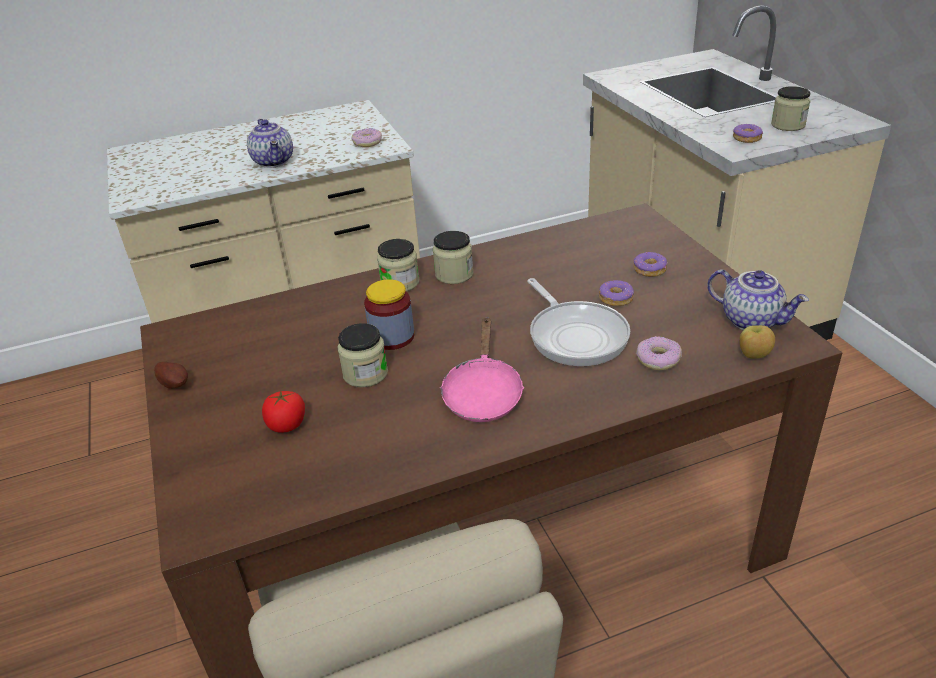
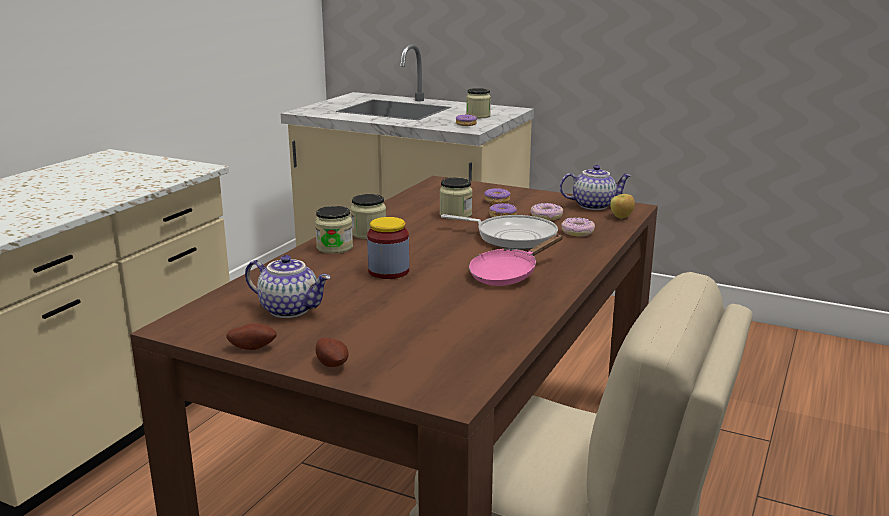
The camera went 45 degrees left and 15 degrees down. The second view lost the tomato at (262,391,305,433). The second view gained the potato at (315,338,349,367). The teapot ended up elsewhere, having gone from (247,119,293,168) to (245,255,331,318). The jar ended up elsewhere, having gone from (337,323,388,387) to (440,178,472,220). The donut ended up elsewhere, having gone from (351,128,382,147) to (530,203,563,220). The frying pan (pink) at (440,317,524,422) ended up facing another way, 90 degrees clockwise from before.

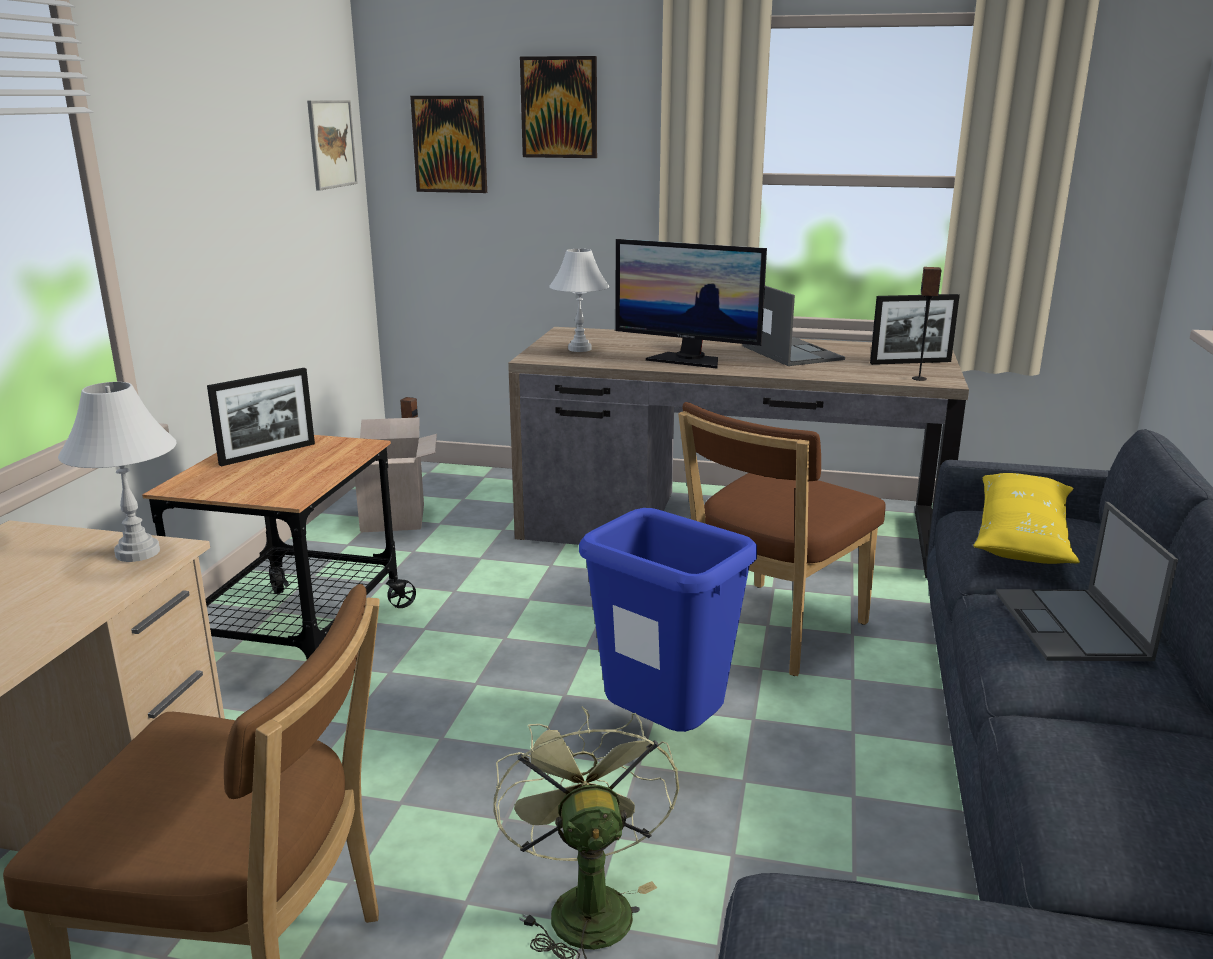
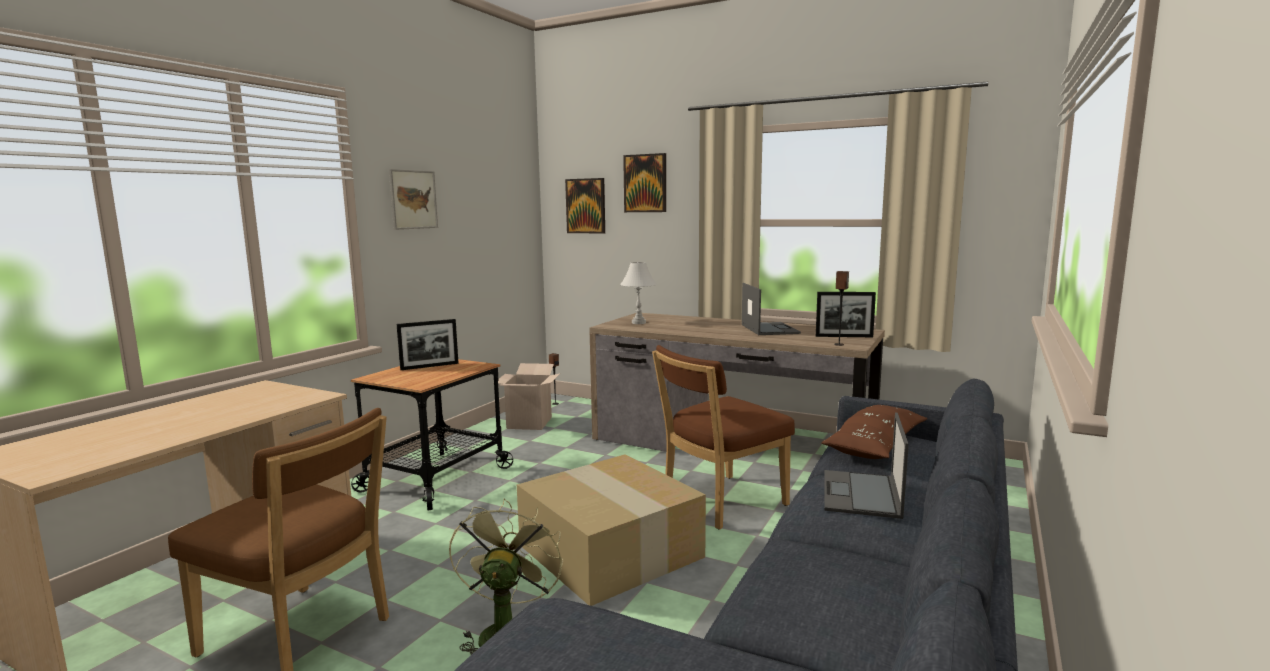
The camera went 15 degrees right and 10 degrees down. The second view lost the table lamp (white) at (58,382,177,562). The second view lost the monitor at (615,239,767,368). The picture ended up elsewhere, having gone from (307,100,358,191) to (389,169,438,230). Where the trash can (blue) stood at (579,508,757,735), the cardboard box came to stand at (517,454,706,606). What was the pillow (yellow) at (973,473,1080,564) turned into the pillow (brown) at (821,405,928,459).

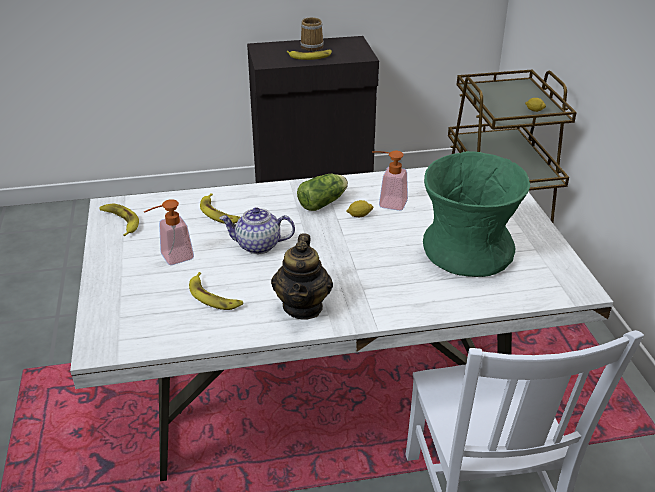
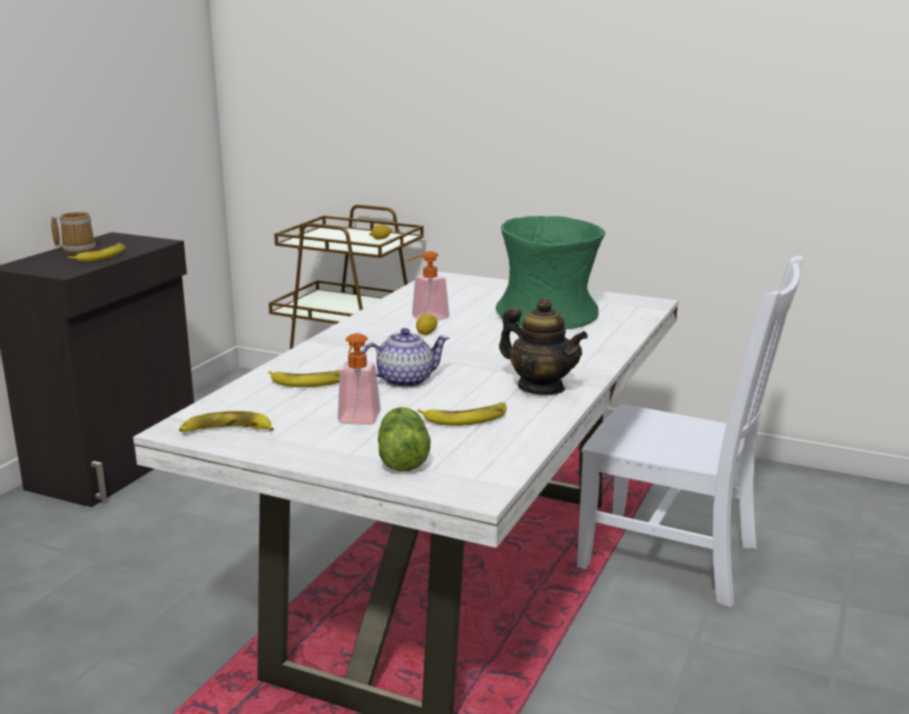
The camera went 55 degrees left and 15 degrees down. The lettuce ended up elsewhere, having gone from (297,174,348,211) to (378,407,431,472). The teapot at (219,207,295,254) ended up facing another way, 150 degrees counterclockwise from before.

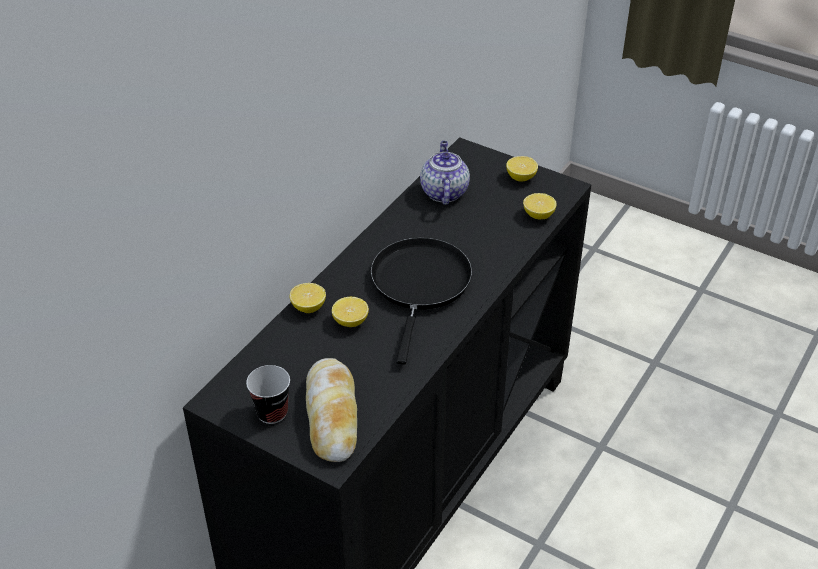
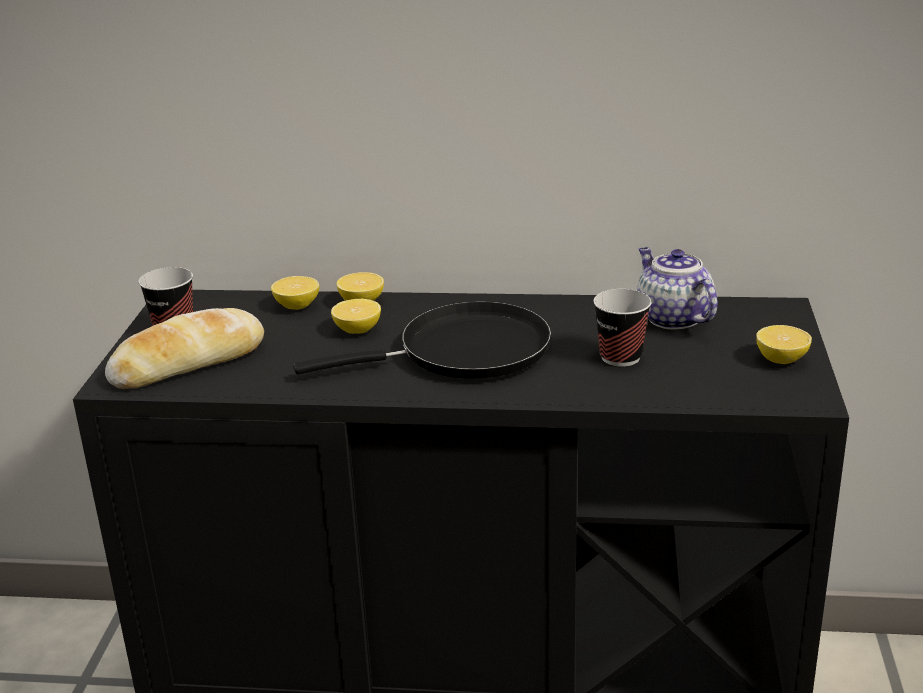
The camera went 65 degrees right and 15 degrees down. The second view gained the cup at (593,289,651,367). The lemon ended up elsewhere, having gone from (523,193,557,219) to (271,276,319,310). The teapot at (420,141,470,205) ended up facing another way, 90 degrees counterclockwise from before.

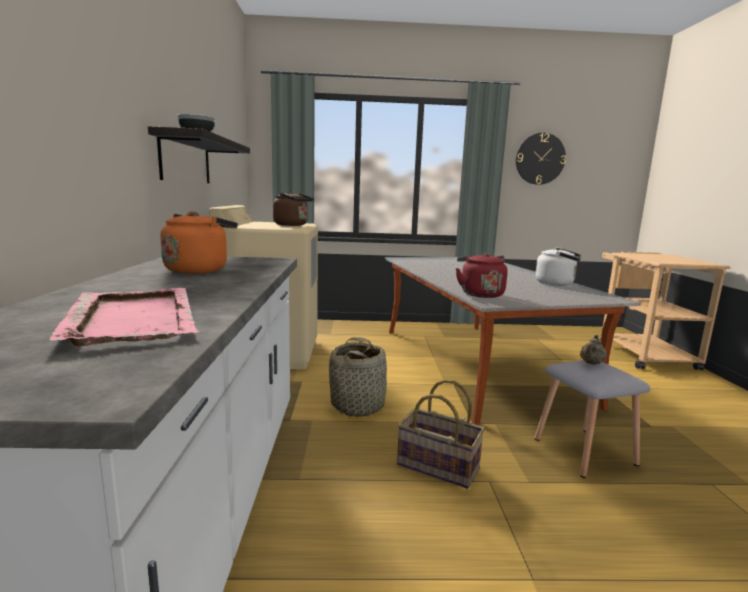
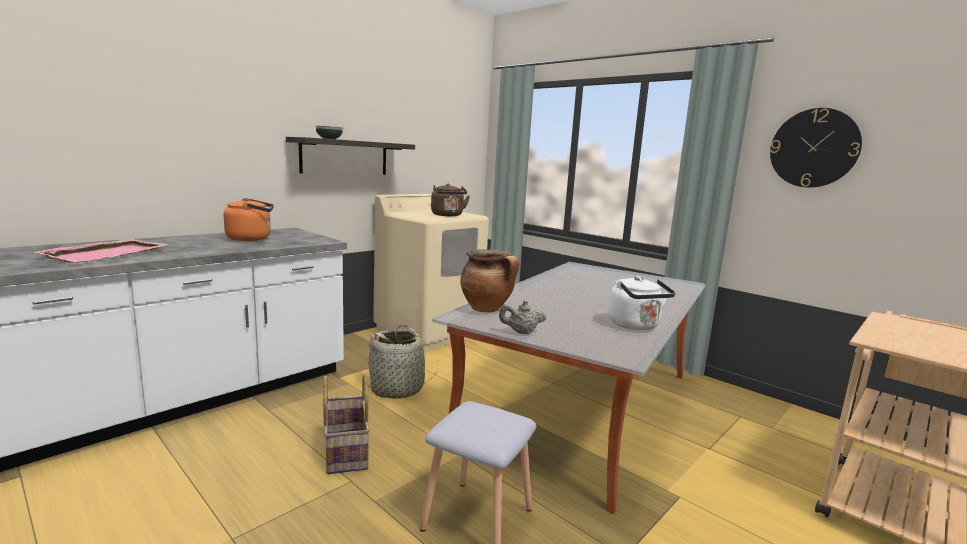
The camera went 45 degrees right and 0 degrees up. The teapot (beige) ended up elsewhere, having gone from (580,335,606,365) to (499,300,547,334). Where the kettle (red) stood at (456,253,508,298), the cooking pot came to stand at (460,249,519,313).

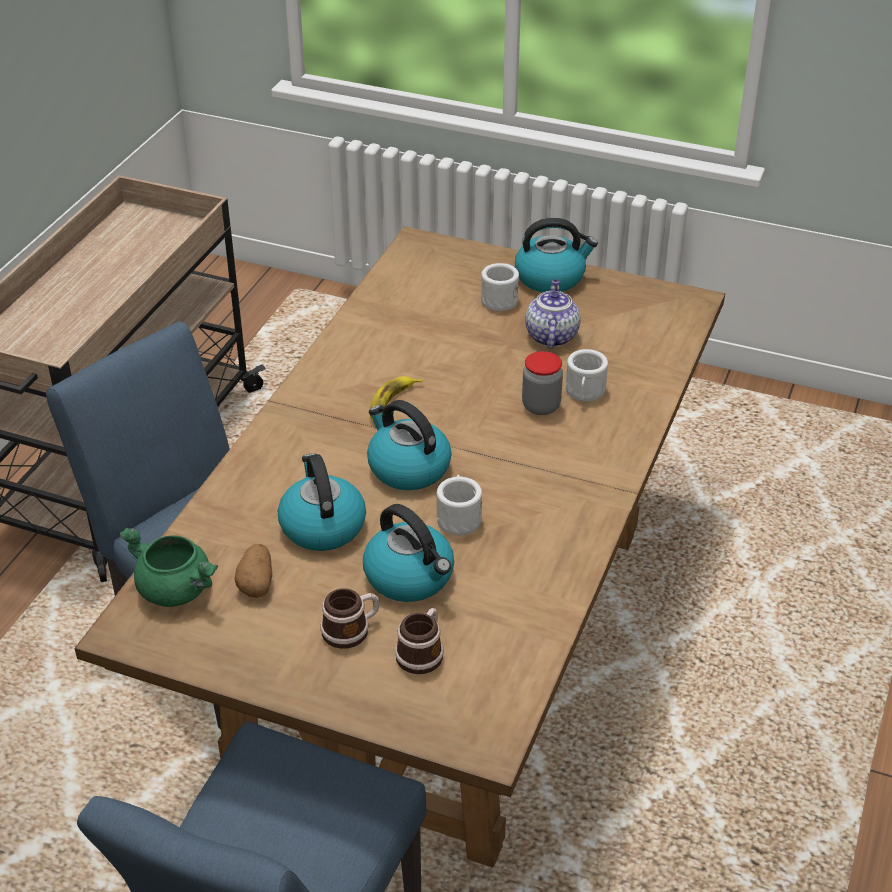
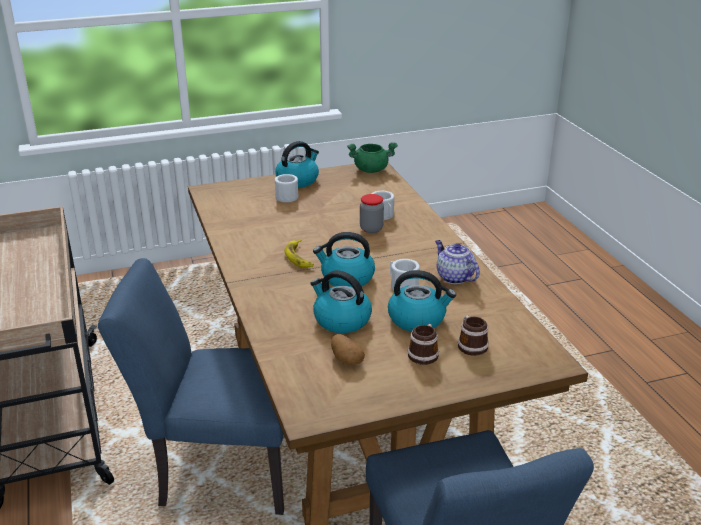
The camera went 40 degrees left and 10 degrees down. The cooking pot (green) ended up elsewhere, having gone from (120,528,218,607) to (347,142,398,173). The teapot ended up elsewhere, having gone from (525,279,580,348) to (435,240,480,284).

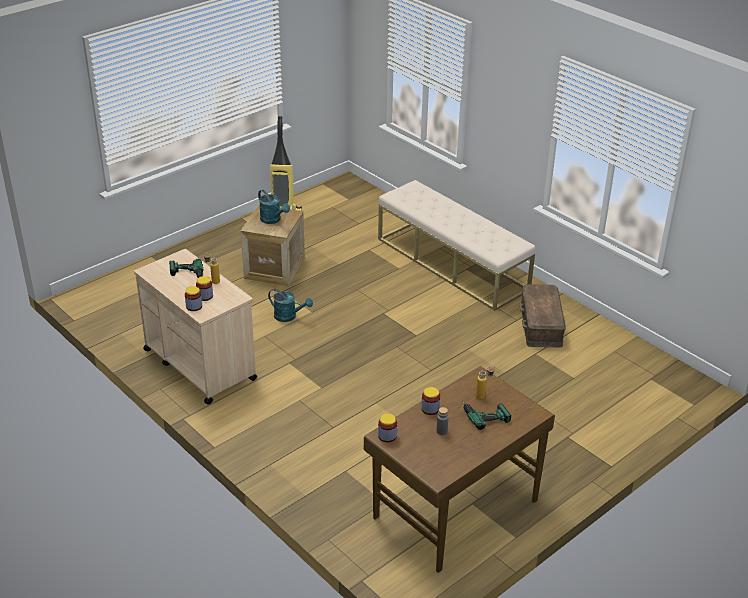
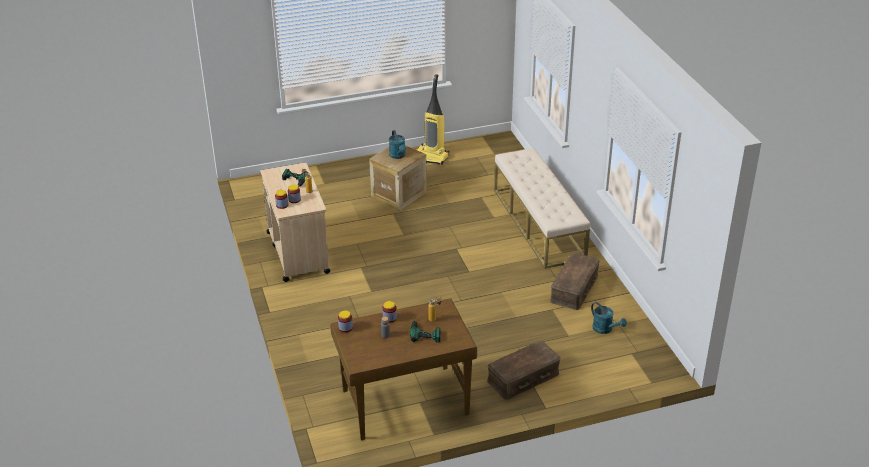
The camera went 25 degrees right and 0 degrees up. The second view gained the storage box (brown) at (487,341,561,400). The watering can (turquoise) ended up elsewhere, having gone from (268,289,313,322) to (591,302,627,334).

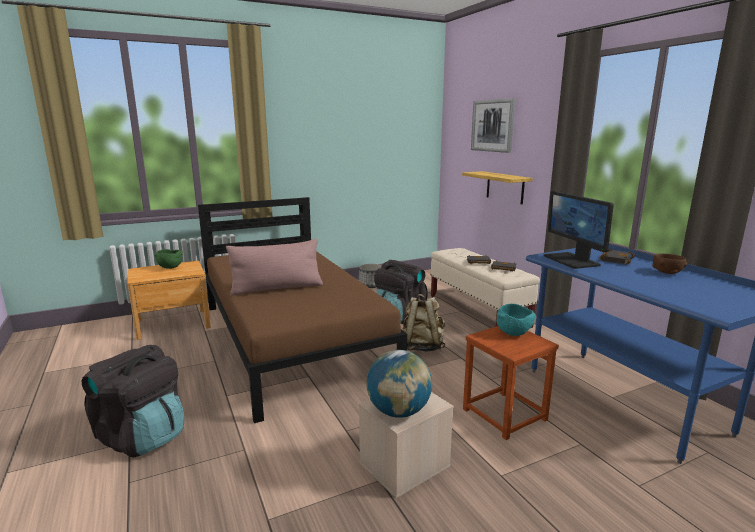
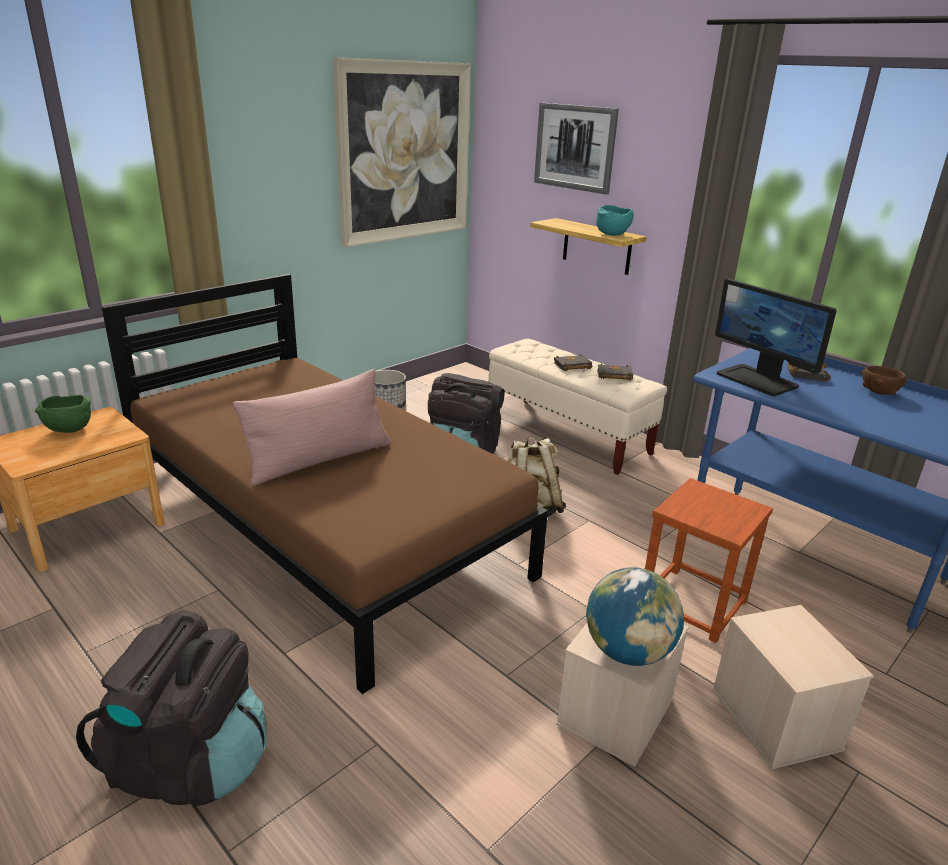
The camera went 20 degrees left and 10 degrees up. The second view gained the picture at (333,57,471,248). The second view gained the storage box (beige) at (713,605,874,769). The bowl (turquoise) ended up elsewhere, having gone from (497,304,536,336) to (596,205,634,236).

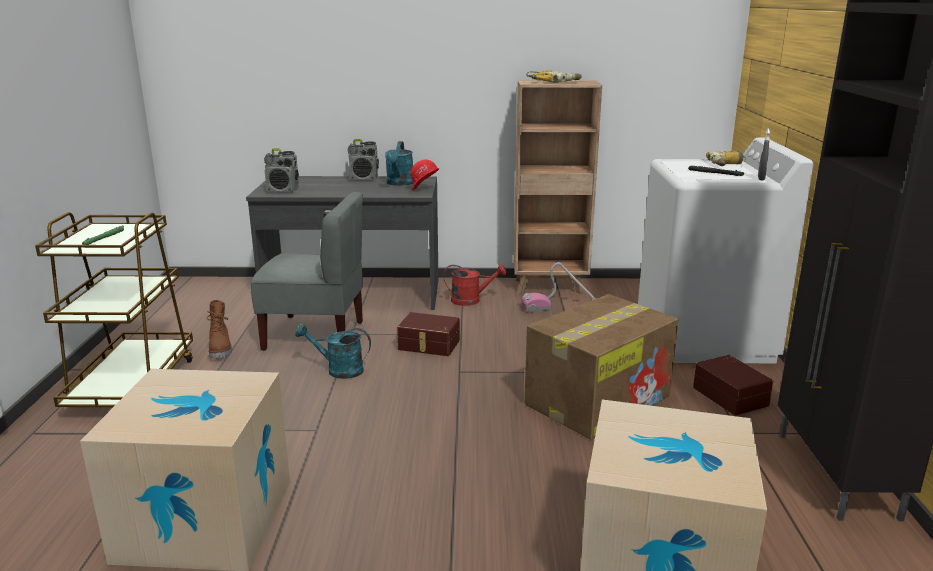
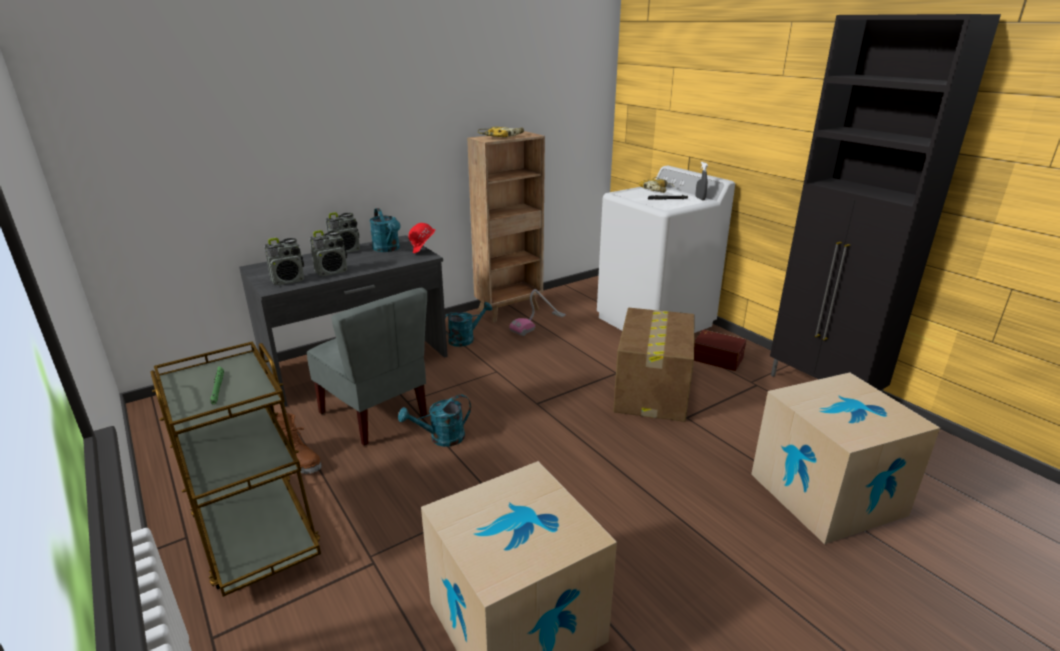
The camera went 35 degrees left and 5 degrees up. The second view lost the storage box (brown) at (397,312,460,356). The second view gained the radio at (309,230,347,276). What was the watering can (red) at (443,264,506,306) turned into the watering can (turquoise) at (445,302,492,347). The chair (grey) at (251,192,363,351) ended up facing another way, 75 degrees clockwise from before.

